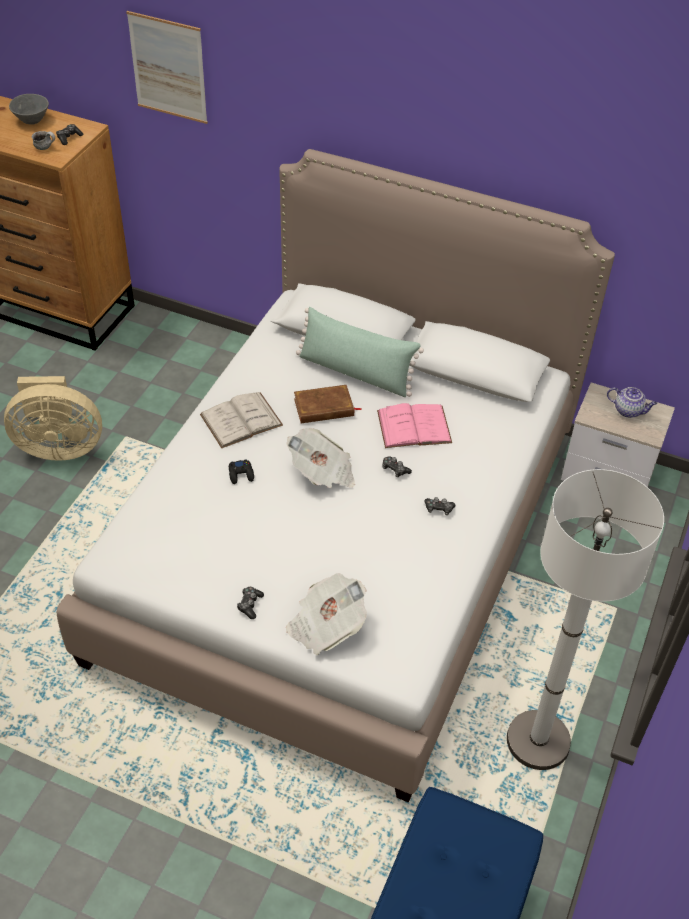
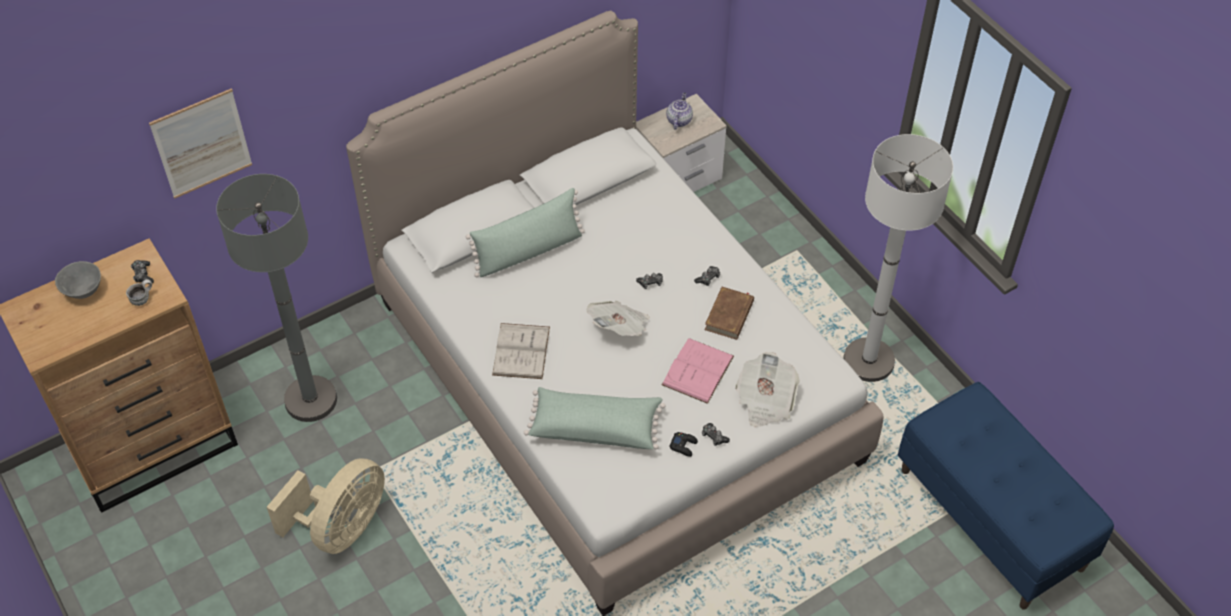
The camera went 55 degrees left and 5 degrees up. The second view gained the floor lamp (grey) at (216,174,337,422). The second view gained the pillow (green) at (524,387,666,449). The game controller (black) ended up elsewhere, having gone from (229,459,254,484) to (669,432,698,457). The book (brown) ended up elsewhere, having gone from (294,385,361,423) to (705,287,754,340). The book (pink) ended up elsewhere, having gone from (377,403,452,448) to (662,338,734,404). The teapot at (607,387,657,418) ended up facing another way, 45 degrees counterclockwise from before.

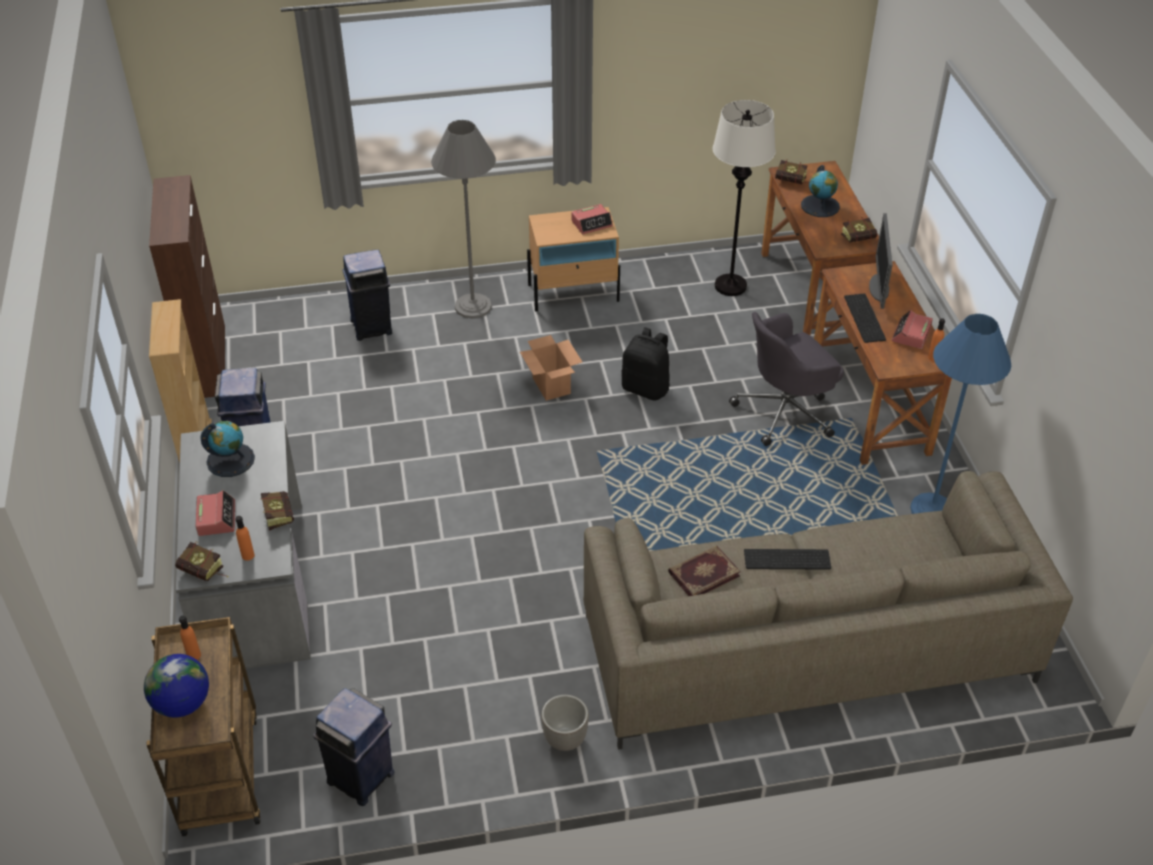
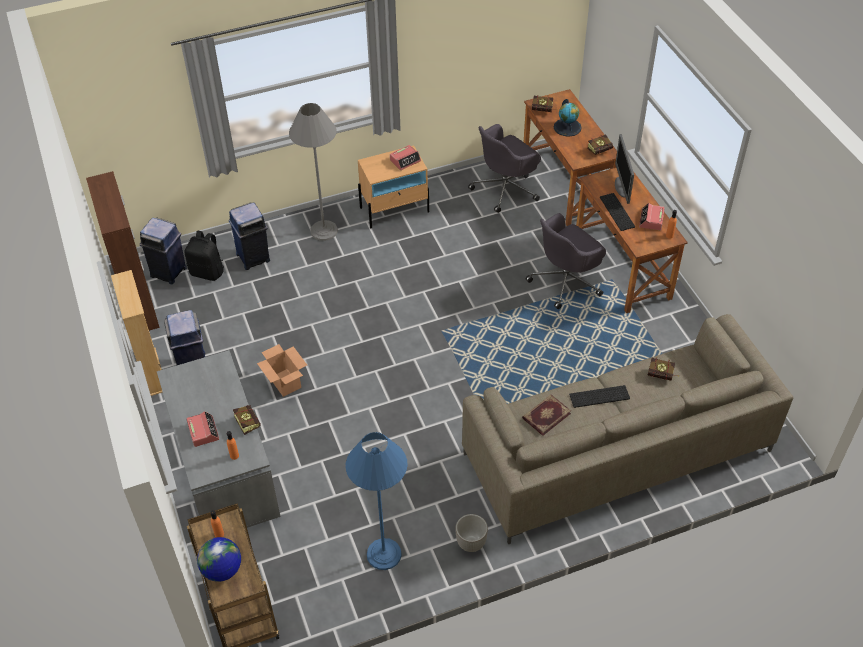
The camera went 10 degrees left and 5 degrees up. The second view lost the globe at (200,421,255,477). The book ended up elsewhere, having gone from (175,542,229,581) to (648,358,676,381). The trash can (blue) ended up elsewhere, having gone from (313,688,394,806) to (140,217,187,284). The cardboard box ended up elsewhere, having gone from (520,335,583,401) to (257,344,307,397). The backpack (black) ended up elsewhere, having gone from (621,327,670,401) to (184,230,224,281). The floor lamp (blue) ended up elsewhere, having gone from (910,314,1011,514) to (346,432,408,570). Where the floor lamp (white) stood at (713,100,776,296), the office chair (grey) came to stand at (468,124,541,213).

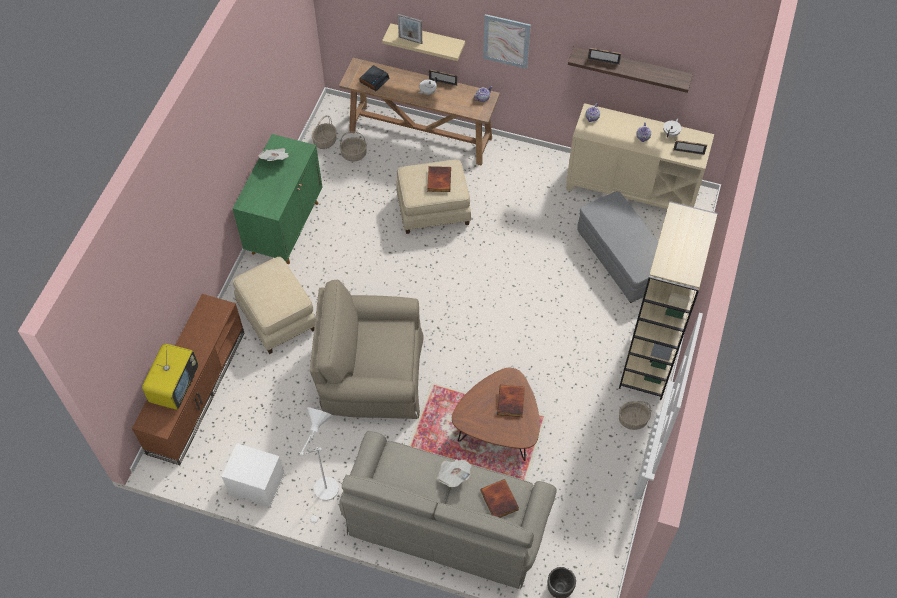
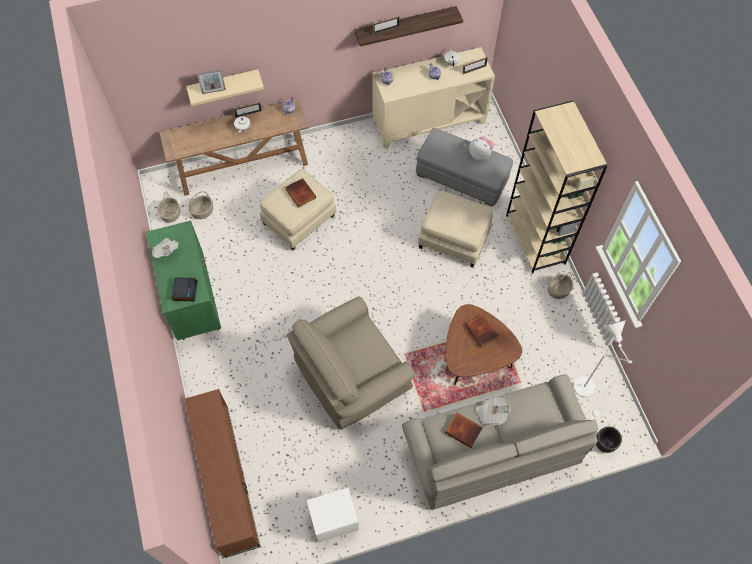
The camera went 35 degrees left and 5 degrees up. The second view lost the television at (142,344,198,410). The second view lost the picture at (483,14,531,69). The second view gained the plush toy at (469,136,495,161). The ottoman (beige) ended up elsewhere, having gone from (233,257,316,354) to (418,191,493,268). The floor lamp (white) ended up elsewhere, having gone from (298,407,339,524) to (573,320,632,418). The alarm clock ended up elsewhere, having gone from (359,65,390,91) to (172,277,198,301). The book ended up elsewhere, having gone from (481,479,519,518) to (445,412,483,448).

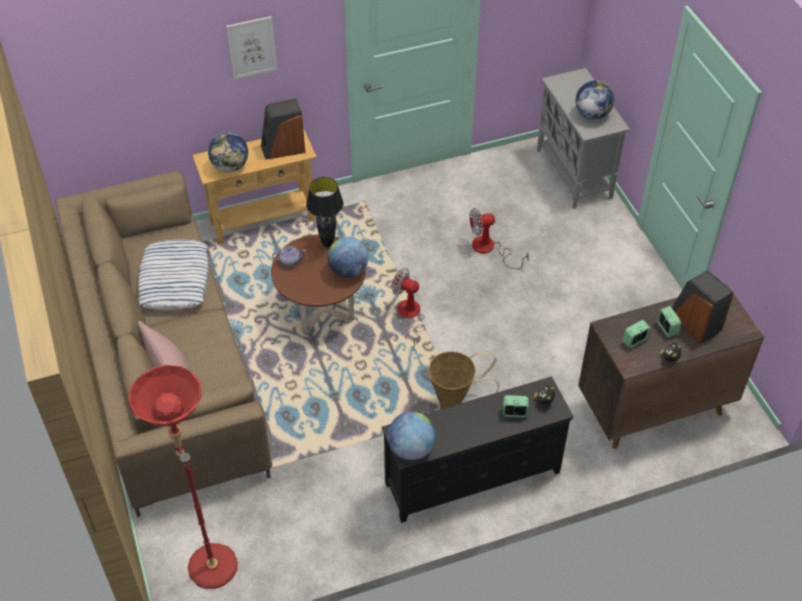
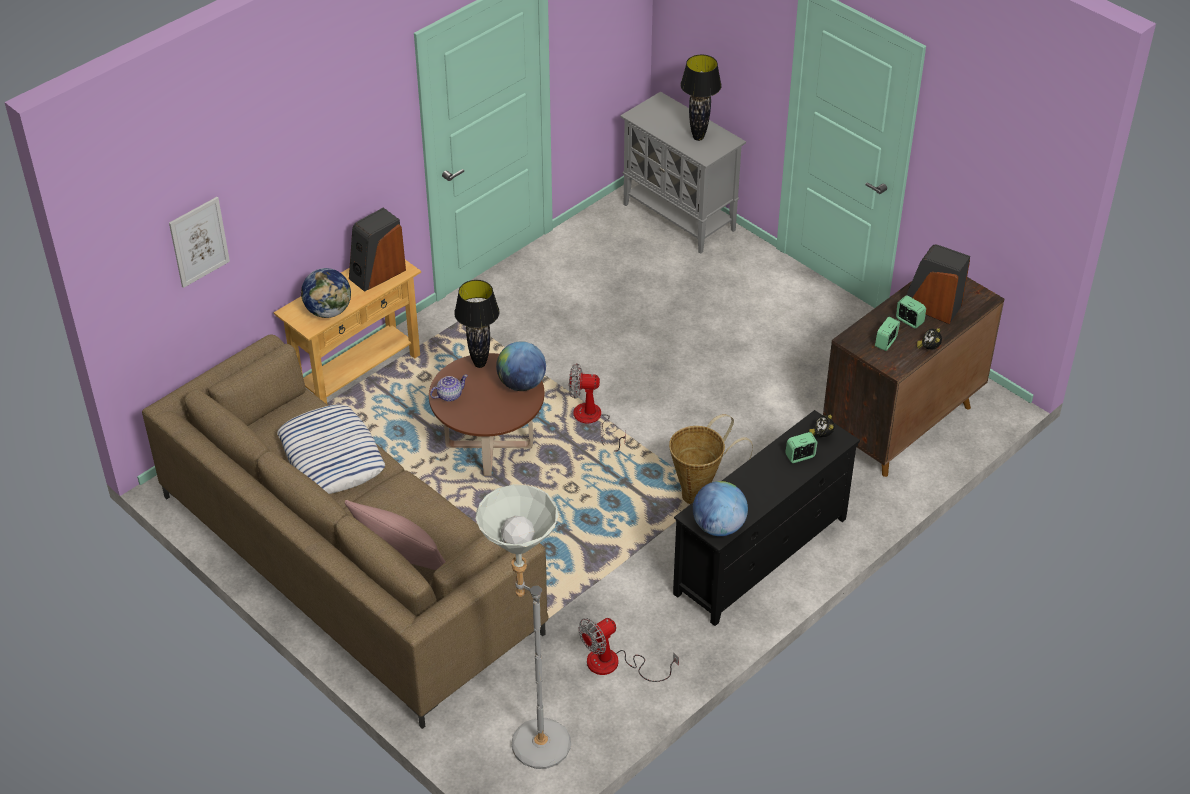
The camera went 25 degrees left and 5 degrees down. The picture ended up elsewhere, having gone from (227,16,277,80) to (169,197,230,288). The fan ended up elsewhere, having gone from (469,208,529,269) to (578,618,679,682). Where the globe stood at (576,81,614,119), the table lamp (black) came to stand at (680,55,722,141). What was the floor lamp (red) at (128,365,238,589) turned into the floor lamp (grey) at (475,484,571,769).

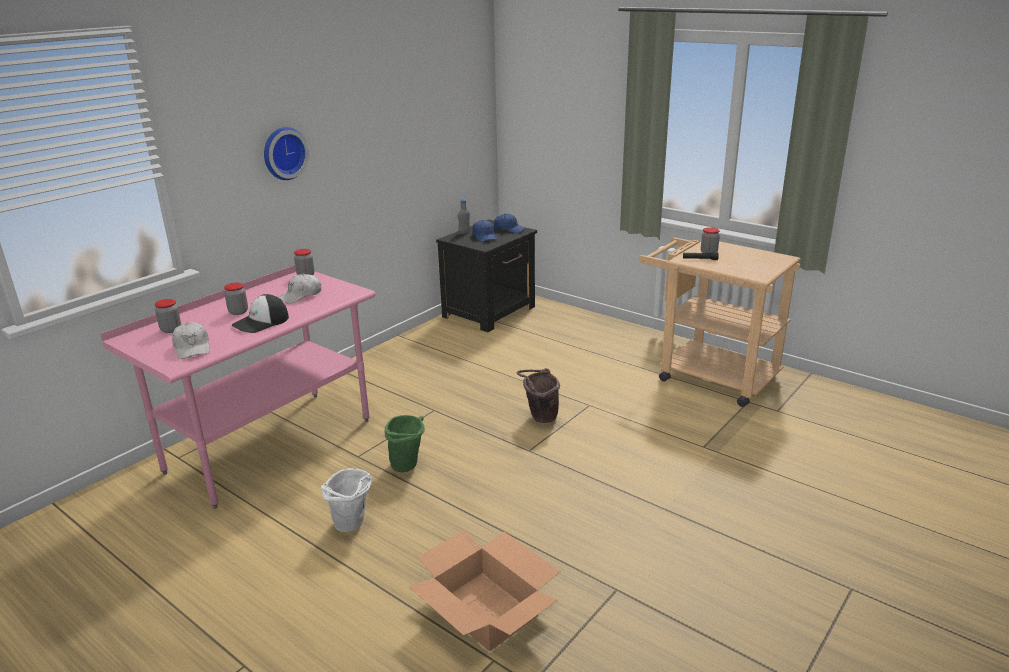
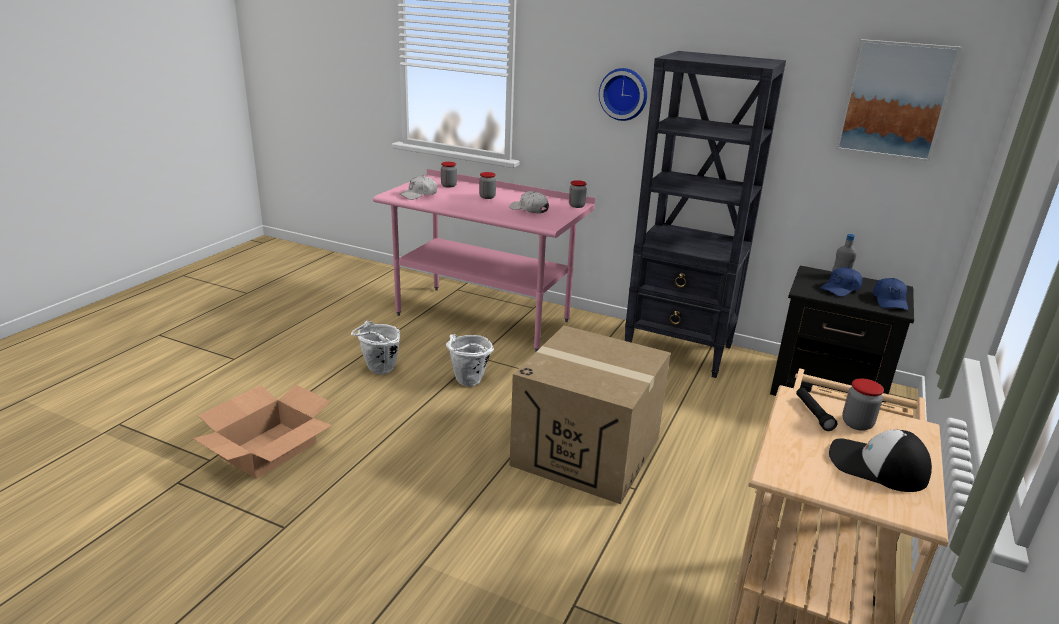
The camera went 75 degrees right and 0 degrees up. The second view gained the bookcase (black) at (625,51,786,378). The second view gained the picture at (836,39,962,161). The cap ended up elsewhere, having gone from (232,294,289,333) to (829,430,932,492). Where the bucket (brown) stood at (517,368,560,423), the cardboard box came to stand at (509,325,671,504). What was the bucket (green) at (385,415,425,472) turned into the bucket (white) at (446,334,494,387).

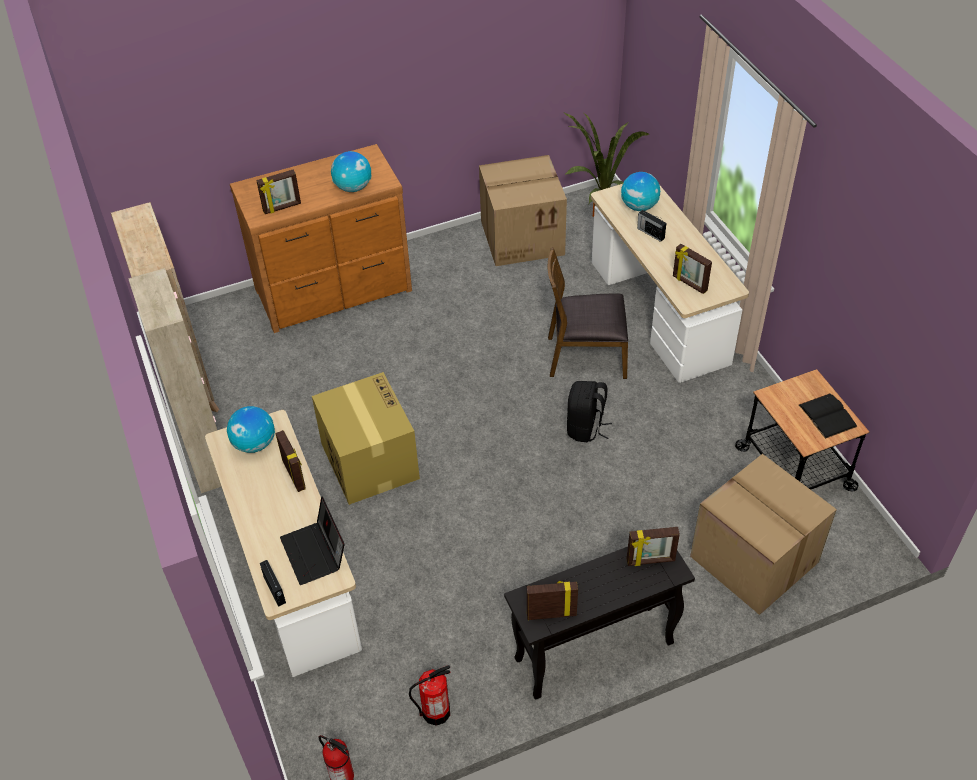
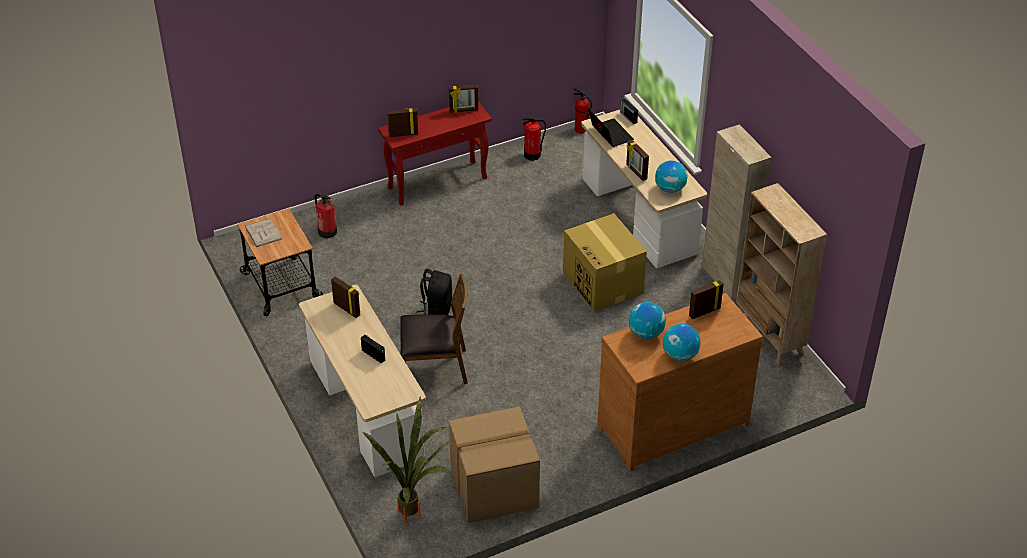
The camera went 175 degrees right and 5 degrees down. The globe ended up elsewhere, having gone from (621,172,660,211) to (663,324,701,361). Where the cardboard box stood at (690,454,837,615), the fire extinguisher came to stand at (314,194,337,238). What was the console table (black) at (504,547,695,700) turned into the console table (red) at (378,101,492,206). What was the book (black) at (799,393,857,439) turned into the book (white) at (245,218,282,247).

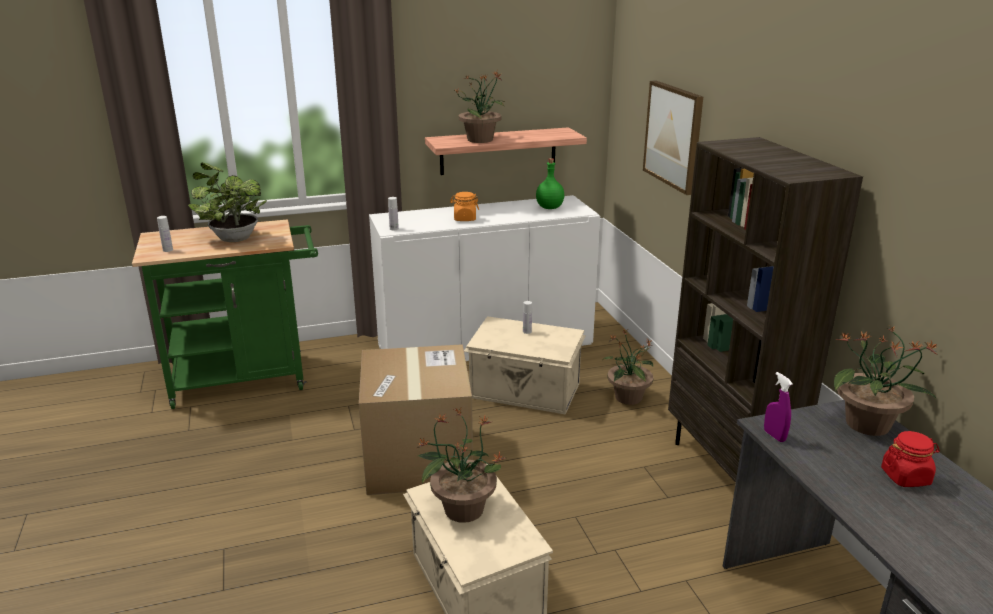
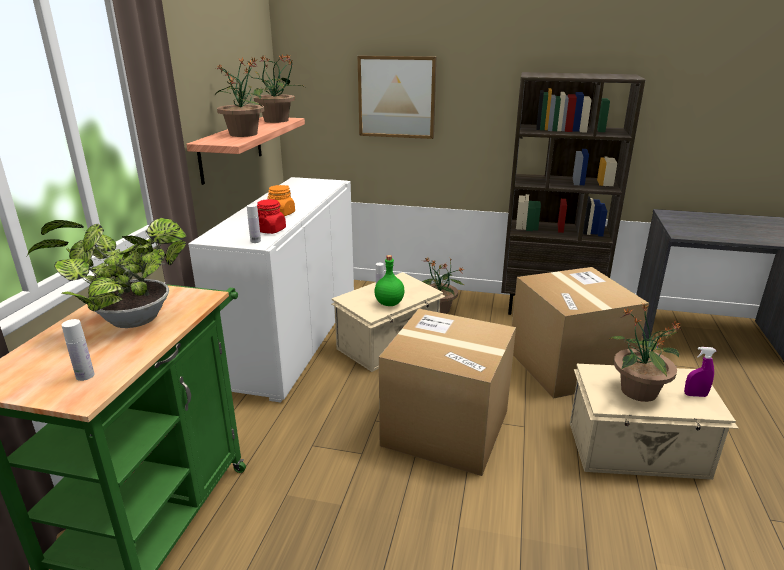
The camera went 60 degrees left and 0 degrees up. The second view gained the cardboard box at (512,267,649,399). The bottle (green) ended up elsewhere, having gone from (536,158,564,209) to (374,255,405,306). The spray bottle (purple) ended up elsewhere, having gone from (764,372,793,442) to (684,347,716,397). The potted plant ended up elsewhere, having gone from (834,326,937,436) to (244,53,305,123). The jar (red) ended up elsewhere, having gone from (881,431,940,487) to (257,199,286,234).

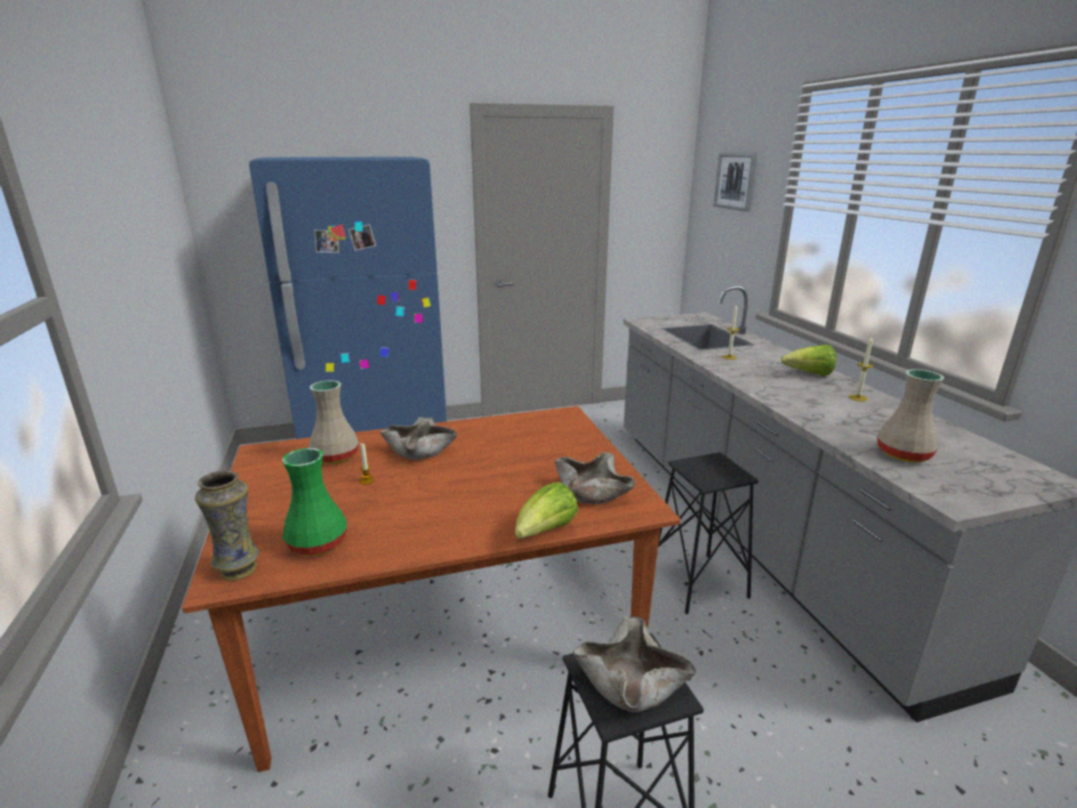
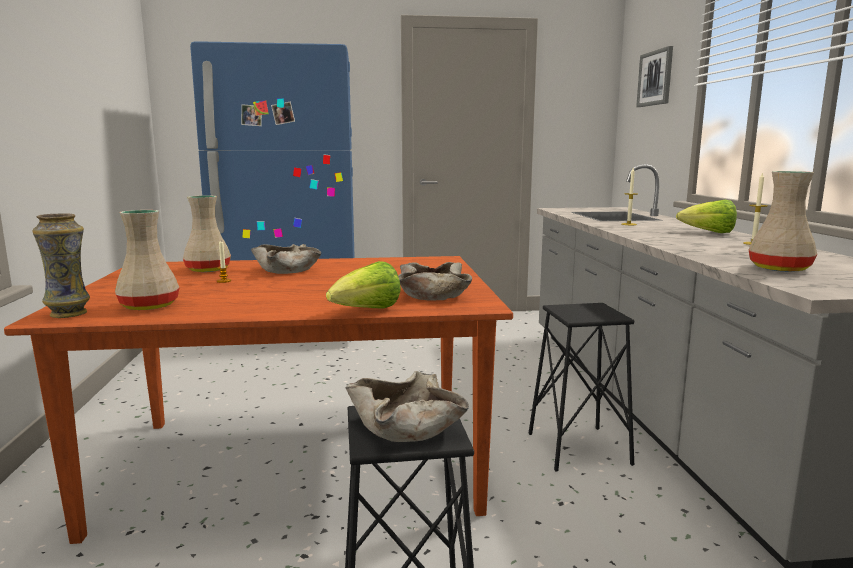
The camera went 10 degrees right and 10 degrees down. What was the vase (green) at (282,448,347,556) turned into the vase (beige) at (115,210,180,310).

